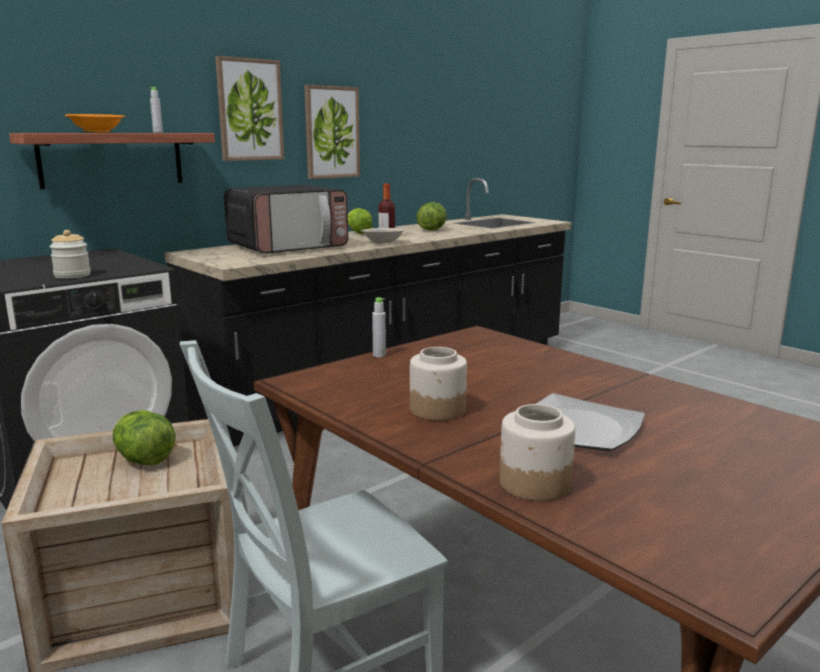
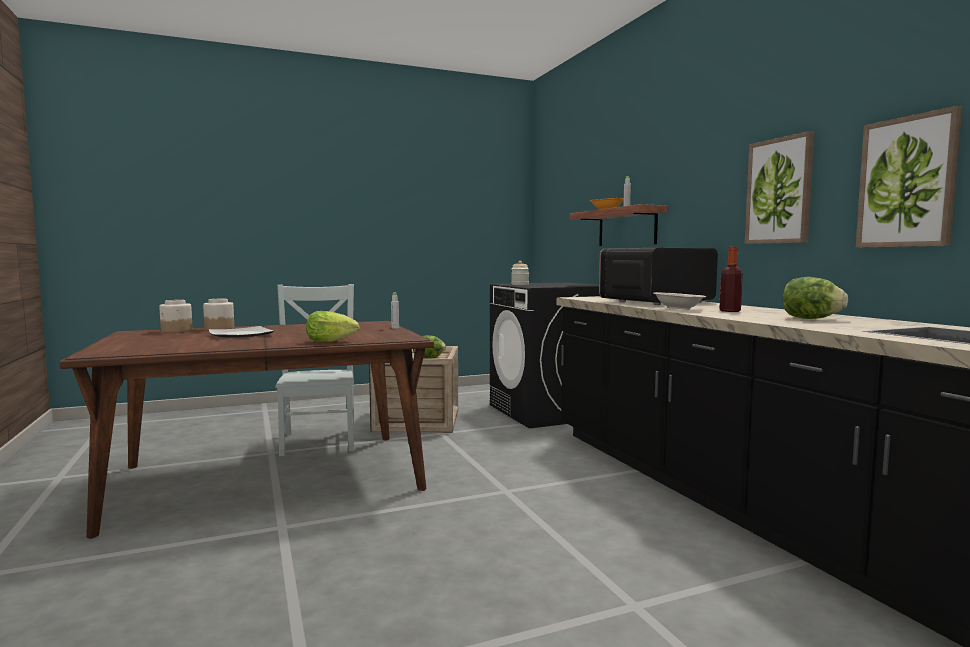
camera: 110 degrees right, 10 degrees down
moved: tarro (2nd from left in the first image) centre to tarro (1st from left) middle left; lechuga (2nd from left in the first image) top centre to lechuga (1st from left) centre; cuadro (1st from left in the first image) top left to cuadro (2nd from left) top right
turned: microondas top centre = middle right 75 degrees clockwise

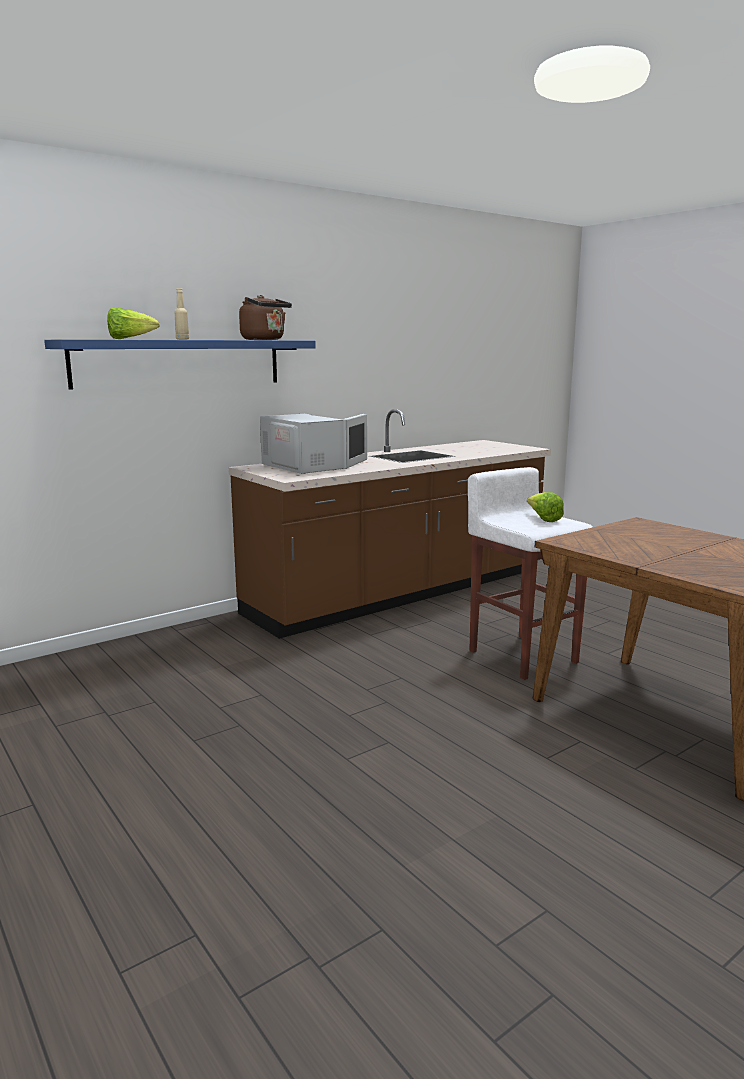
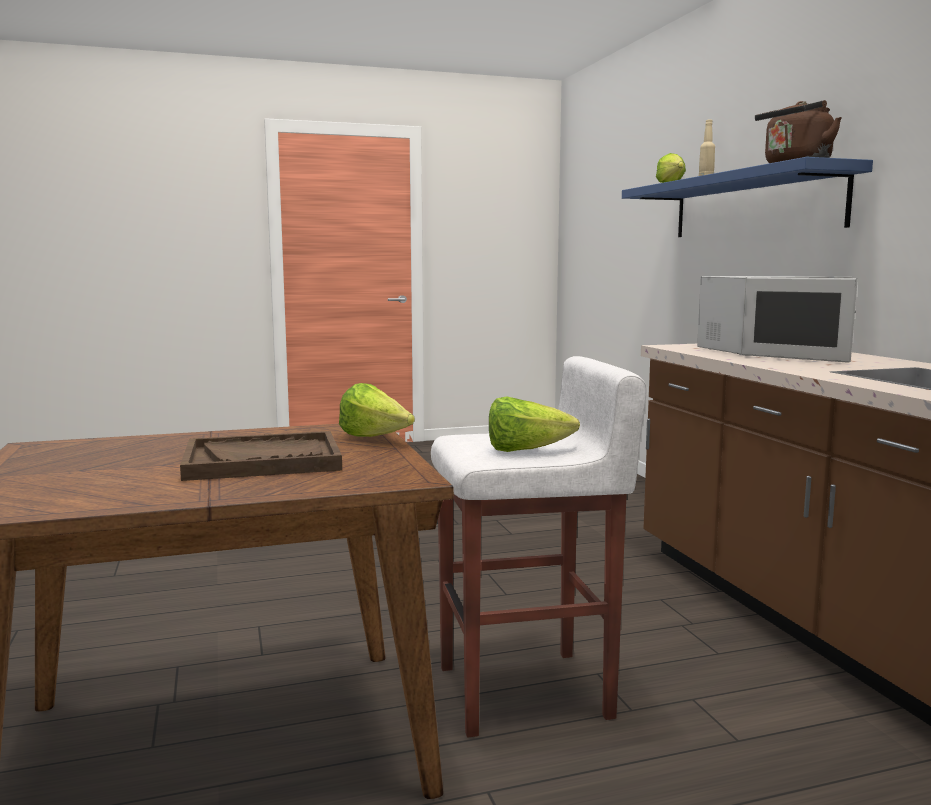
camera: 110 degrees right, 5 degrees down
added: bandeja [marrón] middle left; lechuga (1st from left) centre

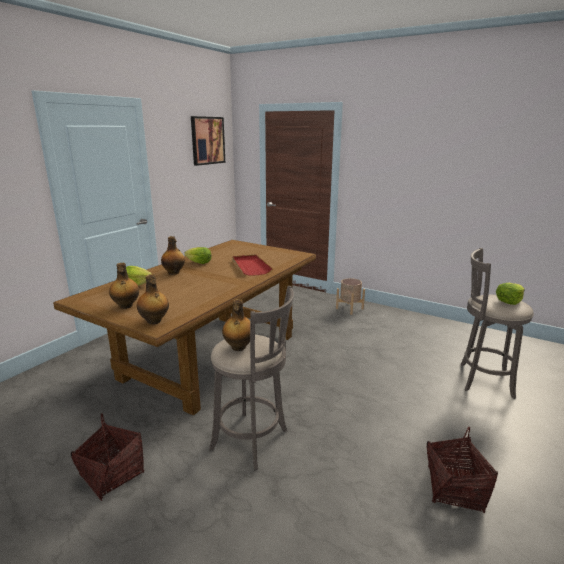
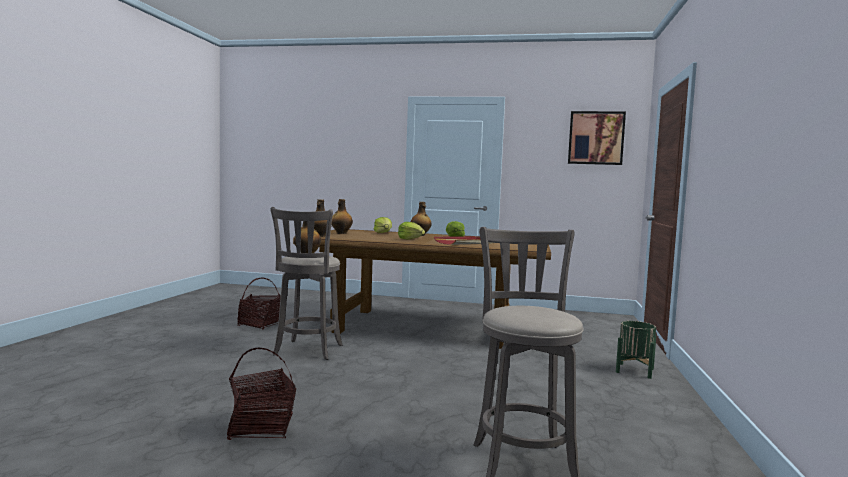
camera: 70 degrees right, 15 degrees down
moved: lechuga (3rd from left in the first image) middle right to lechuga (2nd from left) centre
recoloured: maceta [beis] centre to maceta [verde] bottom right

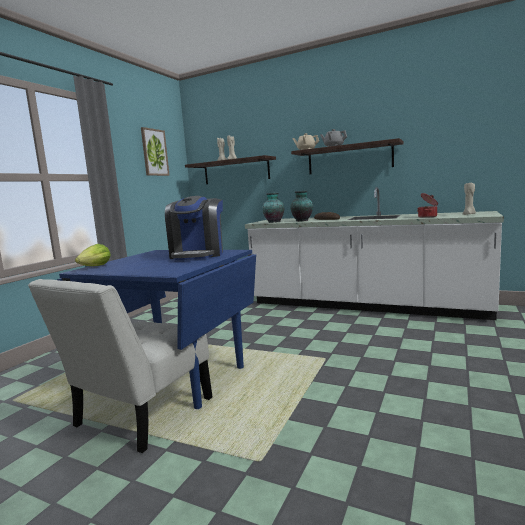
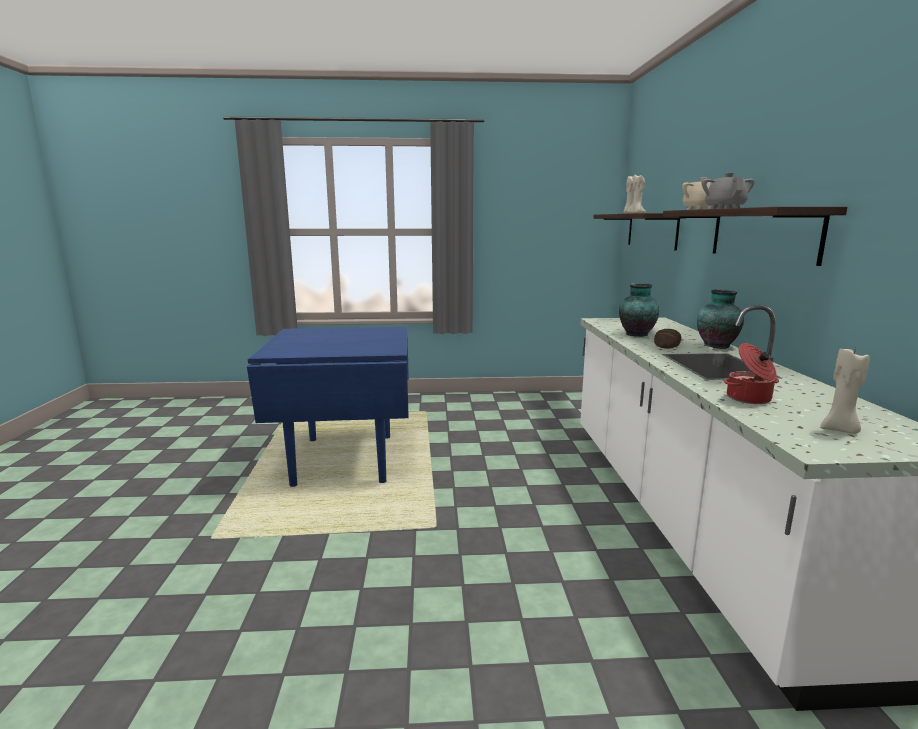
camera: 60 degrees right, 5 degrees up
removed: silla [blanco] bottom left; lechuga middle left; cuadro top left; cafetera centre
moved: florero (1st from left in the first image) centre to florero (2nd from left) middle right

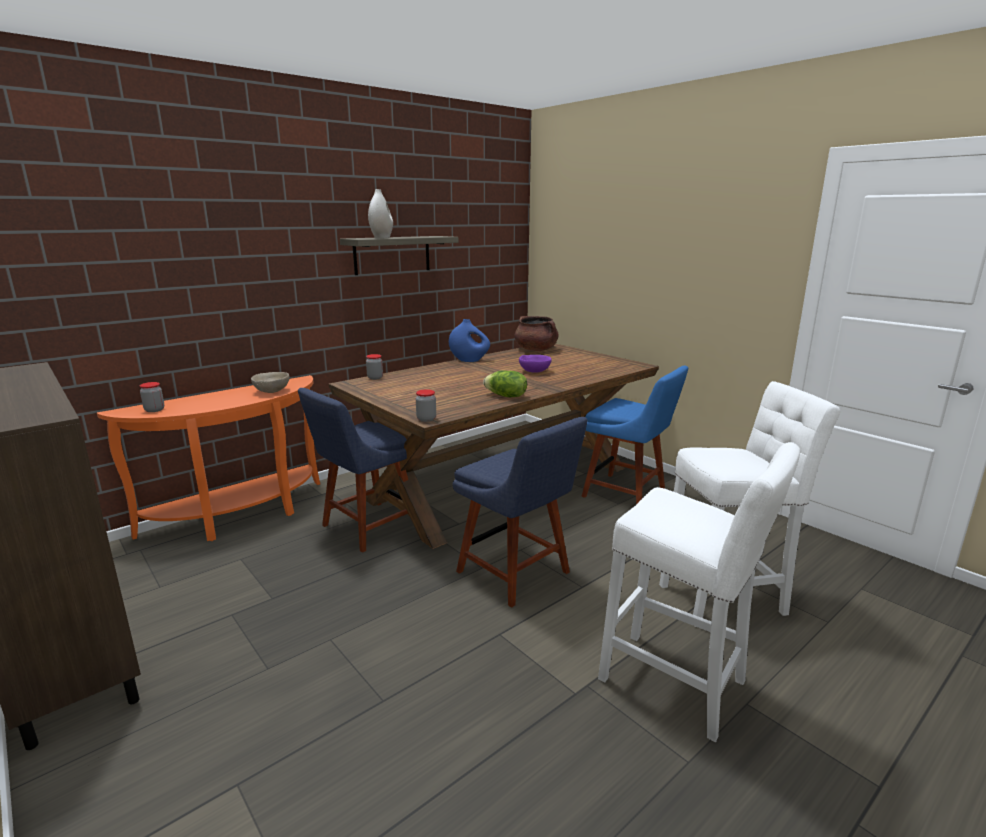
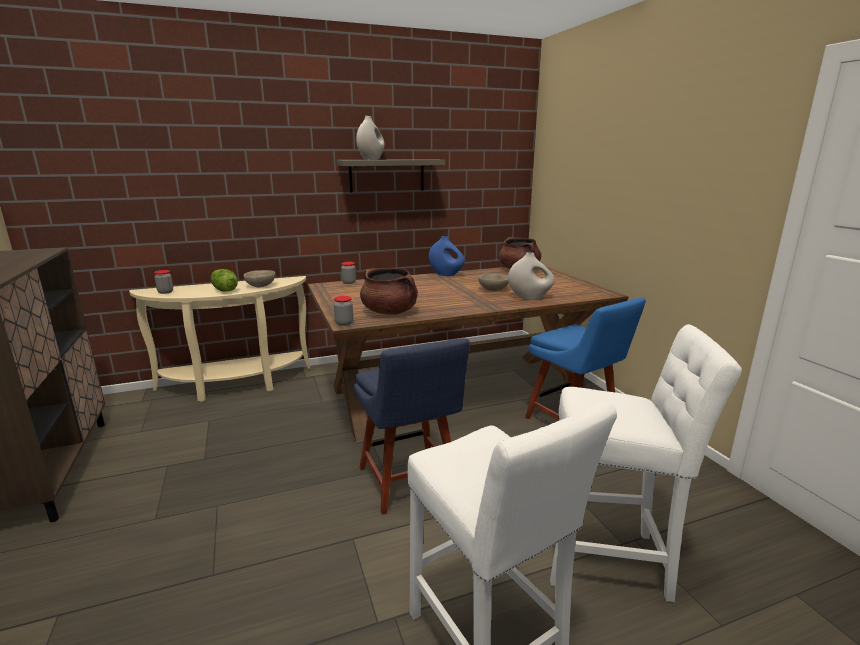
camera: 20 degrees right, 0 degrees up
removed: silla [azul] (1st from left) centre
added: olla [marrón] (1st from left) centre; florero [blanco] (2nd from left) centre
moved: lechuga centre to middle left
recoloured: mesa consola [naranja] middle left to mesa consola [beis] middle left; cuenco [morado] centre to cuenco [beis] (2nd from left) centre

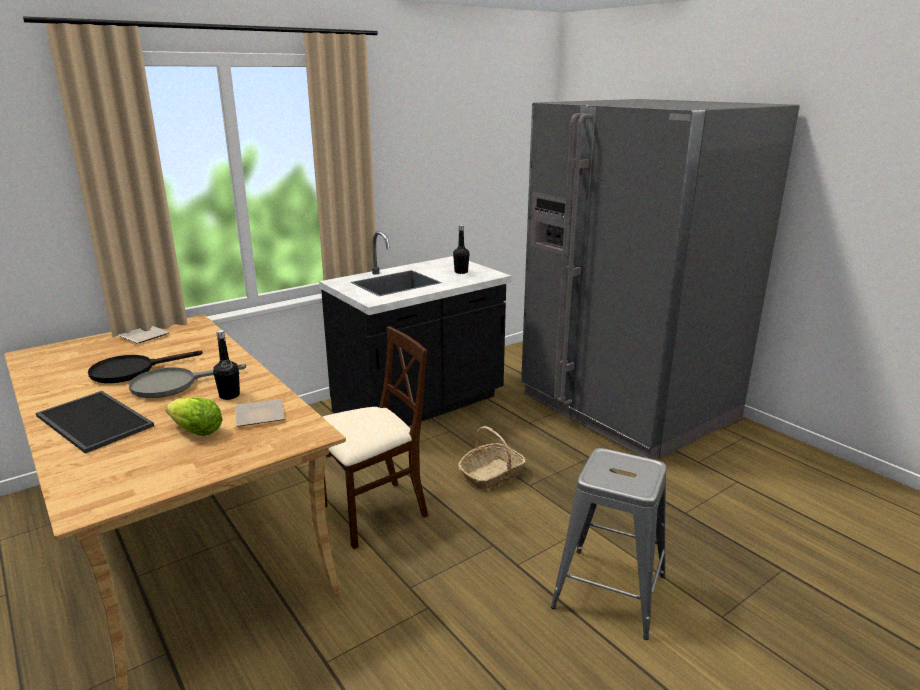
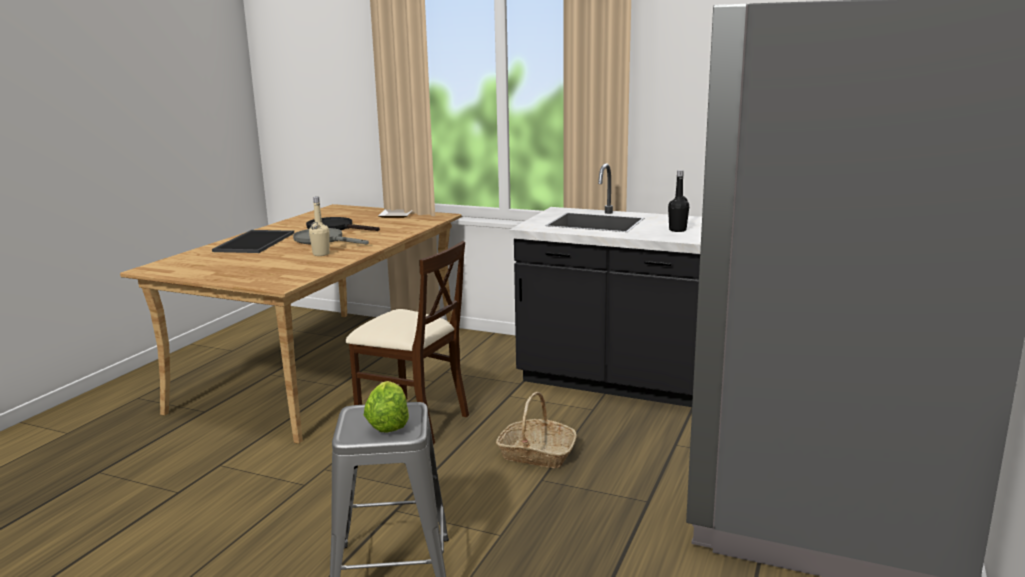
camera: 60 degrees right, 5 degrees down
removed: plato (2nd from left) middle left
moved: lechuga middle left to bottom centre
recoloured: botella [negro] (1st from left) middle left to botella [beis] middle left

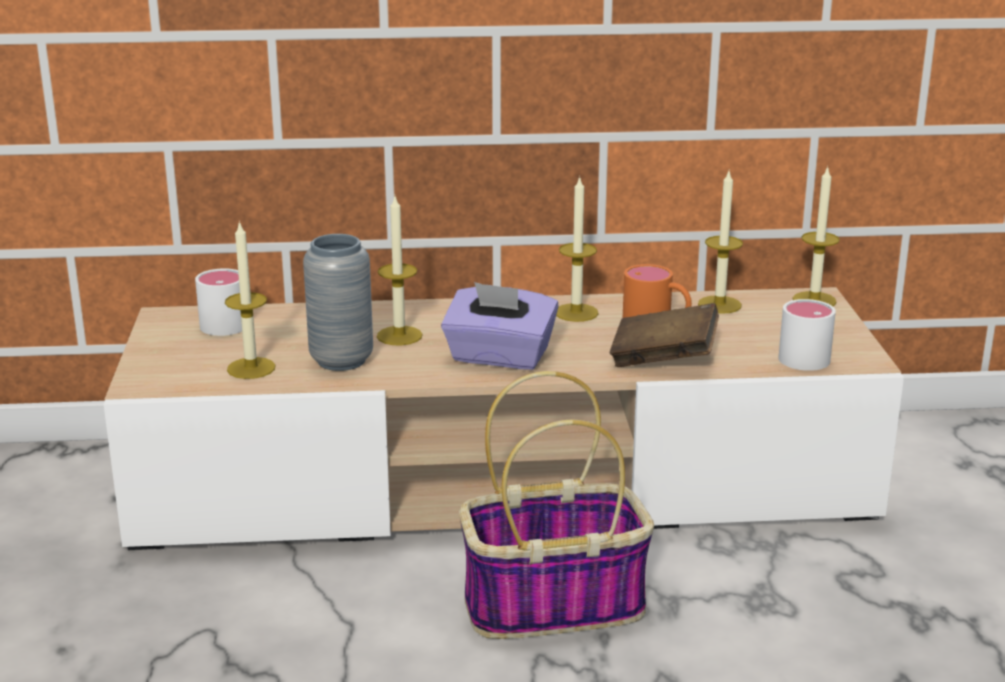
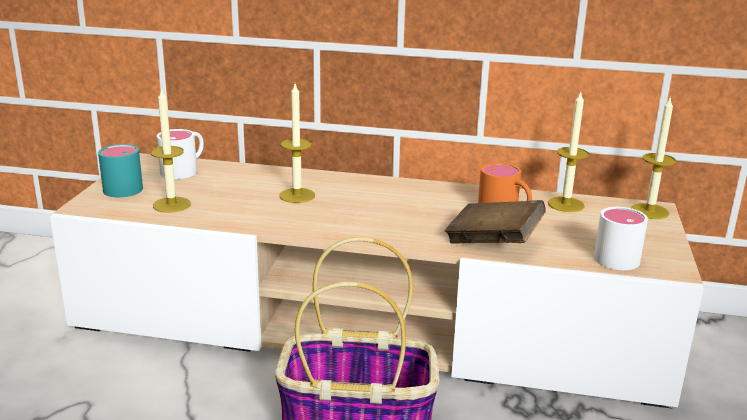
camera: 15 degrees right, 0 degrees up
removed: florero [gris] centre; caja de pañuelos [morado] centre; vela (3rd from left) centre
added: taza grande [turquesa] middle left

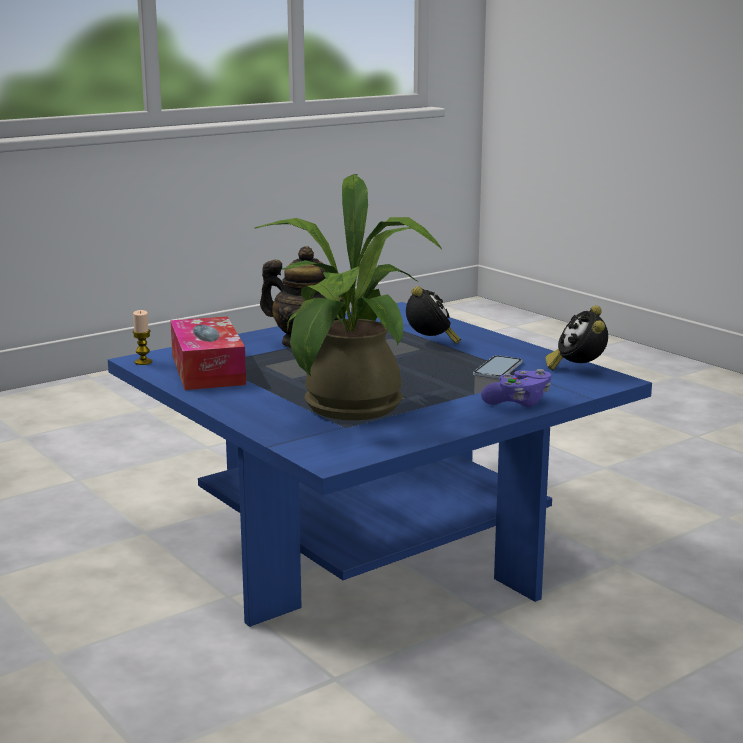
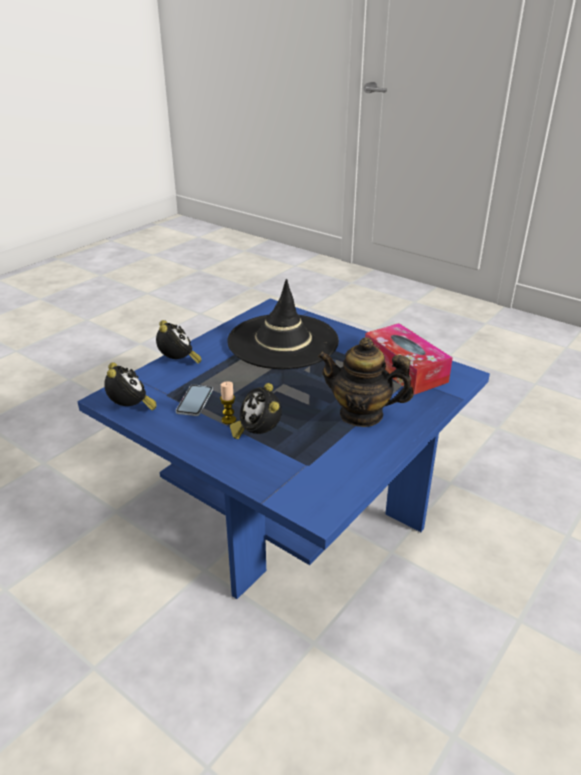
camera: 165 degrees right, 15 degrees up
moved: vela middle left to centre
replaced: mando de consola [morado] middle right to despertador (2nd from left) middle left; planta en maceta centre to sombrero [negro] centre

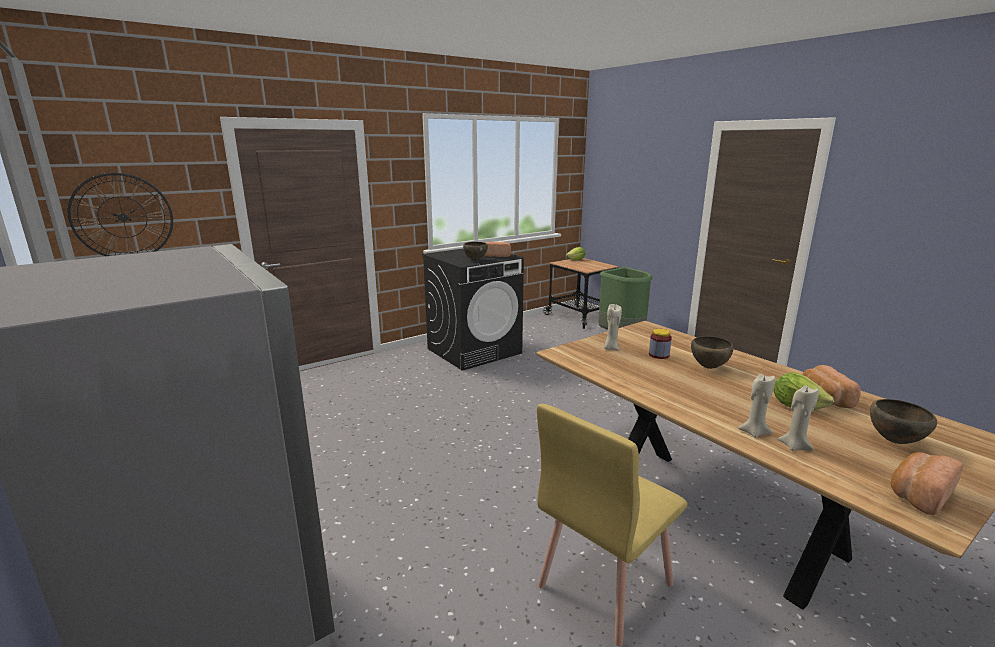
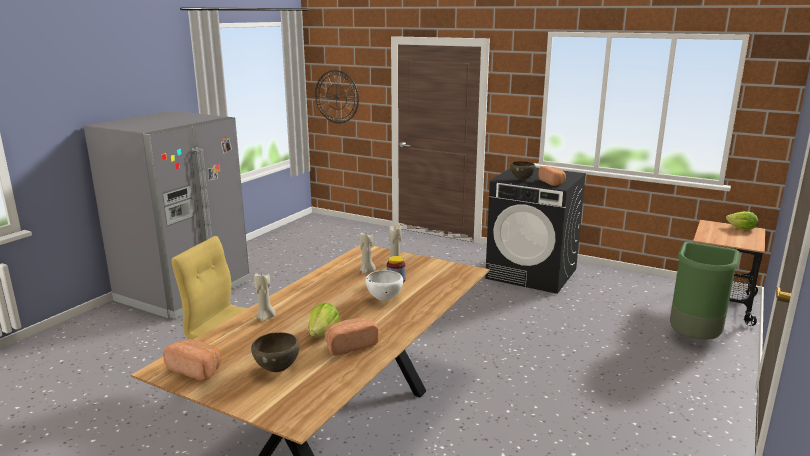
camera: 65 degrees right, 0 degrees up
moved: vela [beis] (3rd from left in the first image) middle right to vela [beis] (2nd from left) centre
recoloured: cuenco [marrón] (2nd from left) middle right to cuenco [blanco] centre

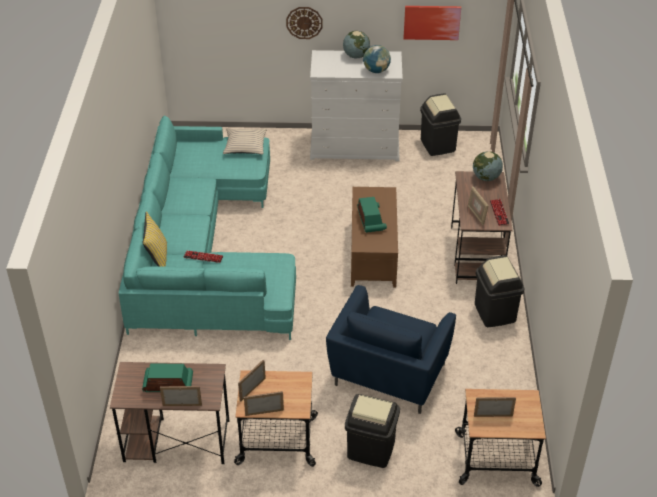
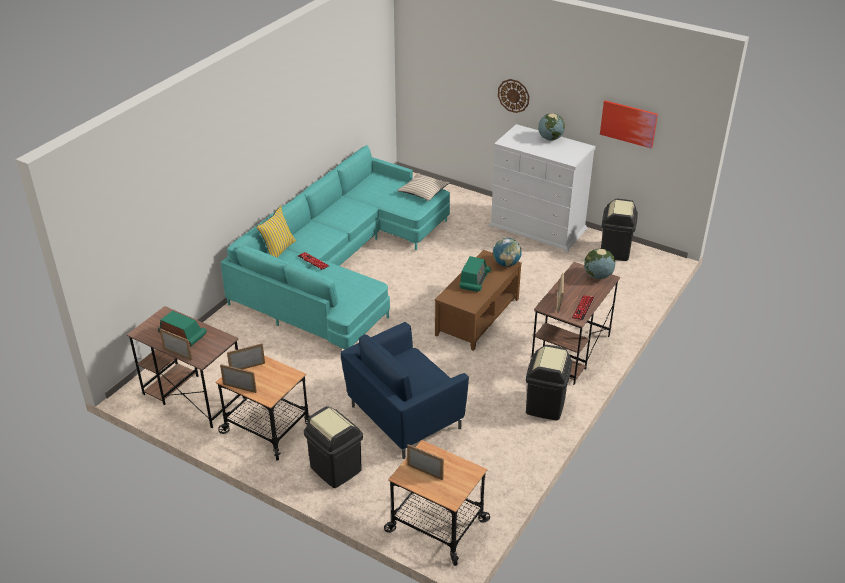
camera: 30 degrees right, 5 degrees down
moved: globo terráqueo (2nd from left in the first image) top centre to globo terráqueo (1st from left) centre

